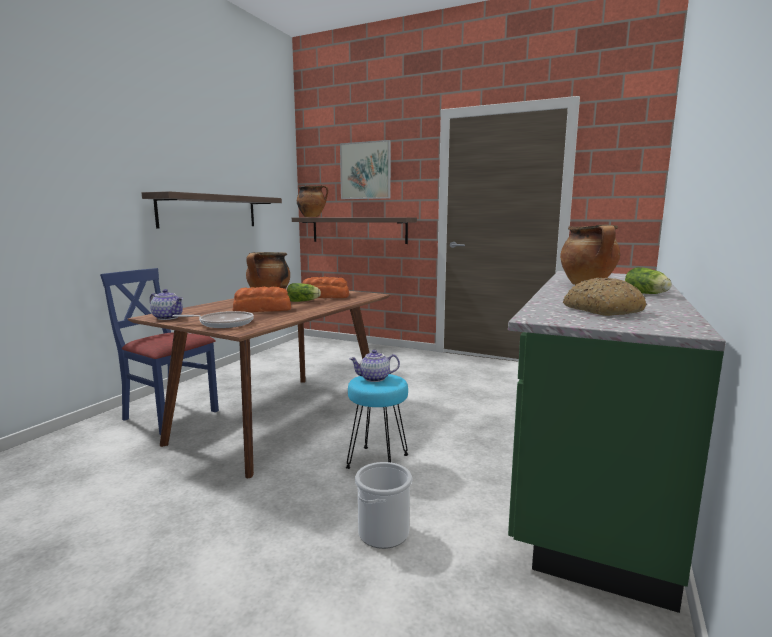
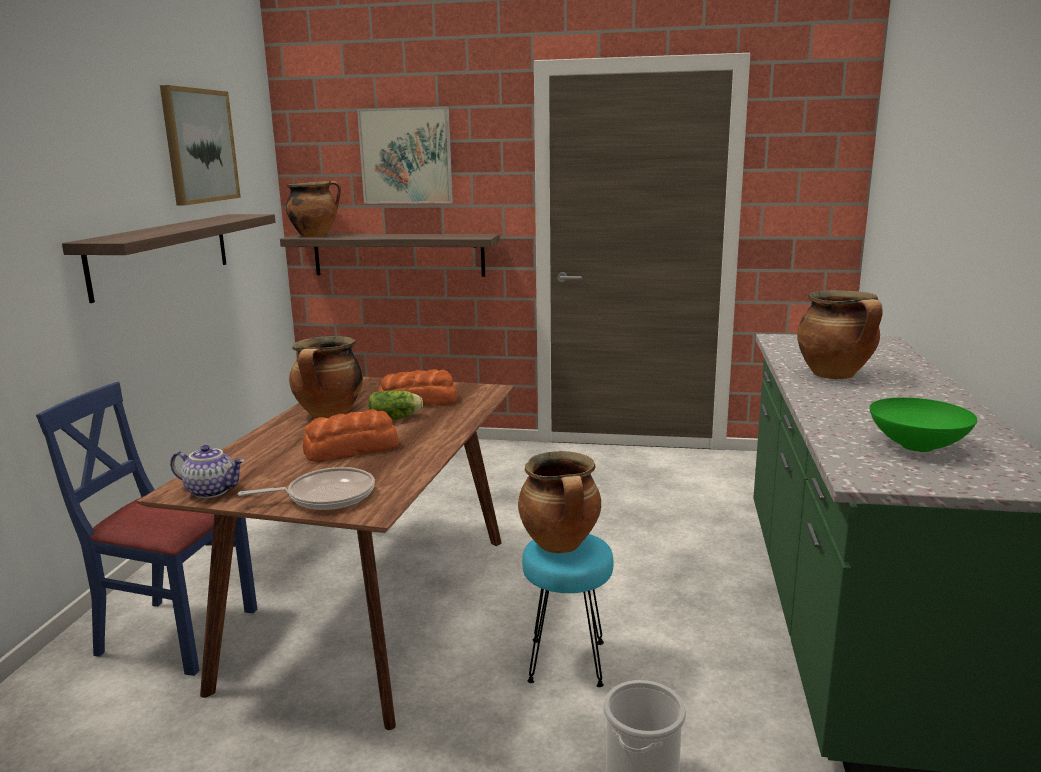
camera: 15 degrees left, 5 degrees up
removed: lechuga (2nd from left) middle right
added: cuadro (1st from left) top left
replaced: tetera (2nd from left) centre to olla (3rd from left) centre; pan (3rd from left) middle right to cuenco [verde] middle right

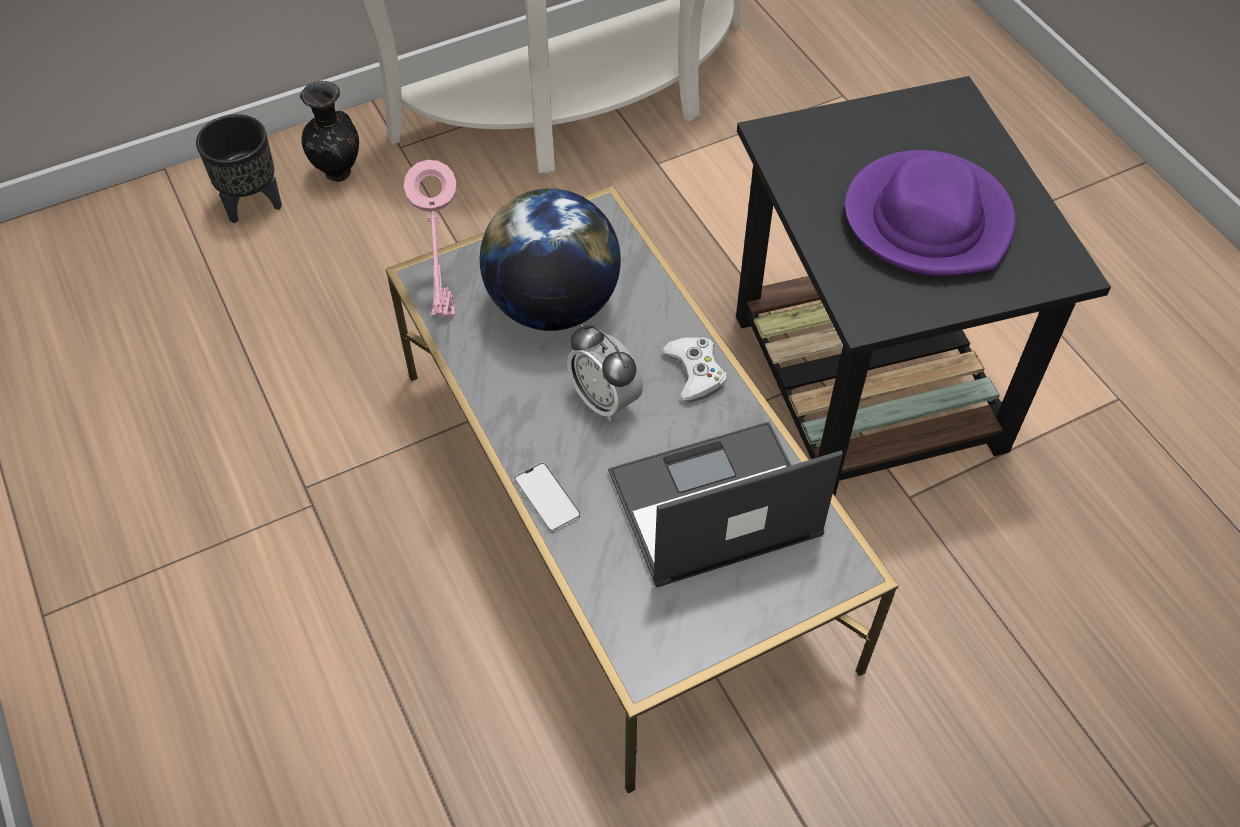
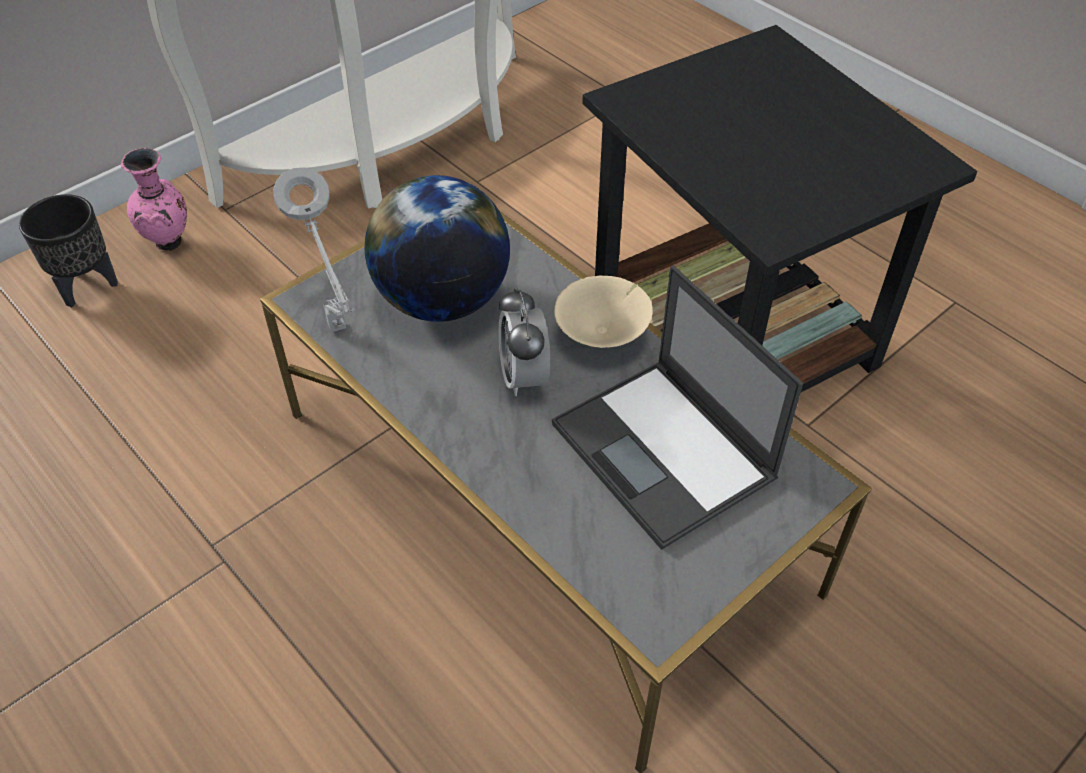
camera: 15 degrees left, 5 degrees down
removed: móvil centre; sombrero [morado] top right
replaced: mando de consola [blanco] centre to cuenco [beis] centre
recoloured: florero [negro] top left to florero [rosa] top left; lámpara de mesa [rosa] top centre to lámpara de mesa [gris] top left
turned: despertador centre = centre 45 degrees clockwise; portátil centre = centre 90 degrees counterclockwise

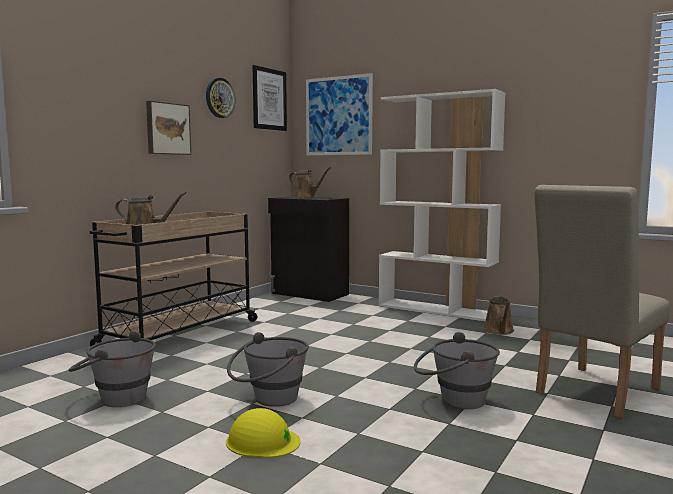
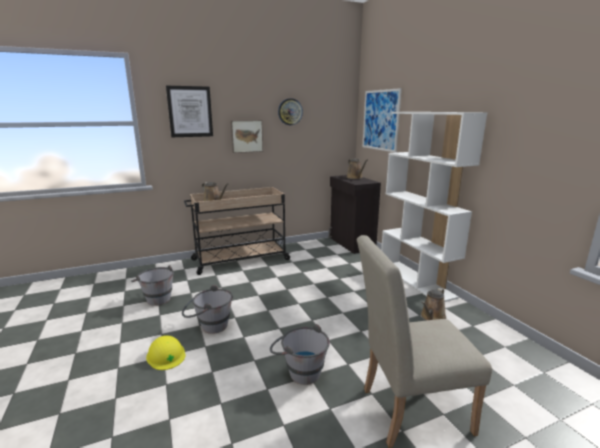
camera: 35 degrees right, 10 degrees up
moved: cuadro (2nd from left in the first image) top centre to cuadro (1st from left) top left

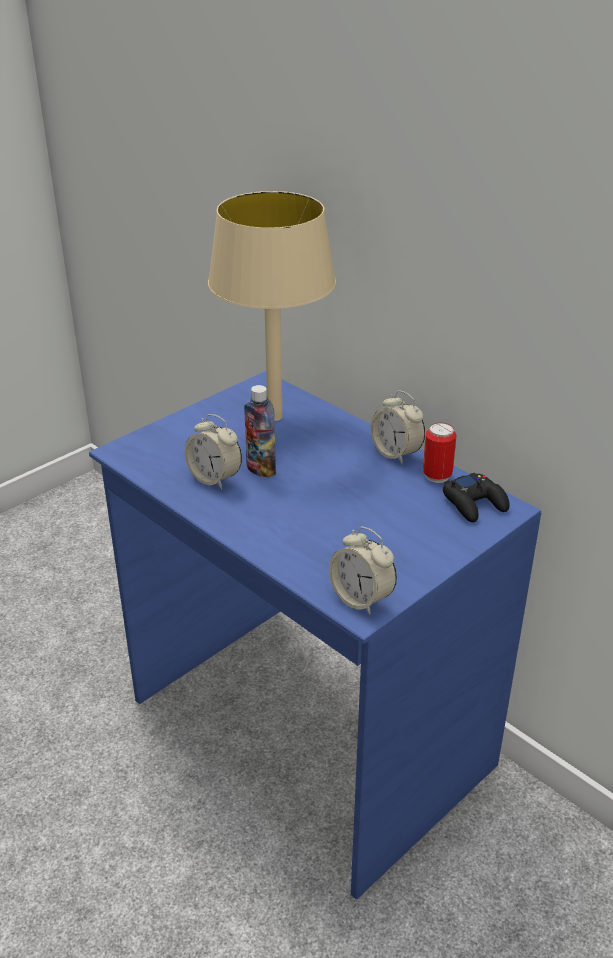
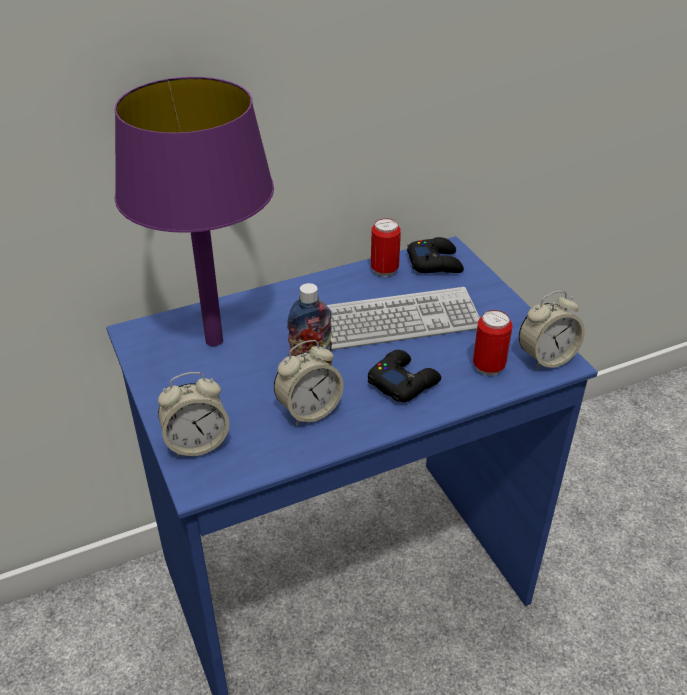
camera: 70 degrees left, 5 degrees up
added: teclado centre; mando de consola [negro] (1st from left) centre; lata (2nd from left) middle right
moved: despertador (3rd from left in the first image) centre to despertador (1st from left) middle left
recoloured: lámpara de mesa [beis] top centre to lámpara de mesa [morado] top left

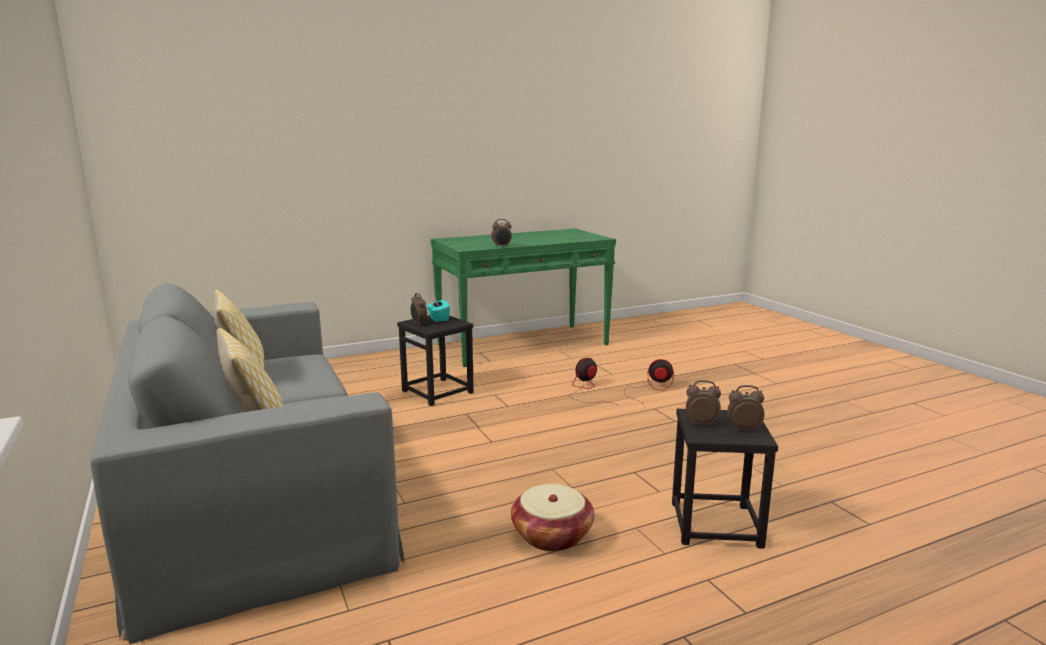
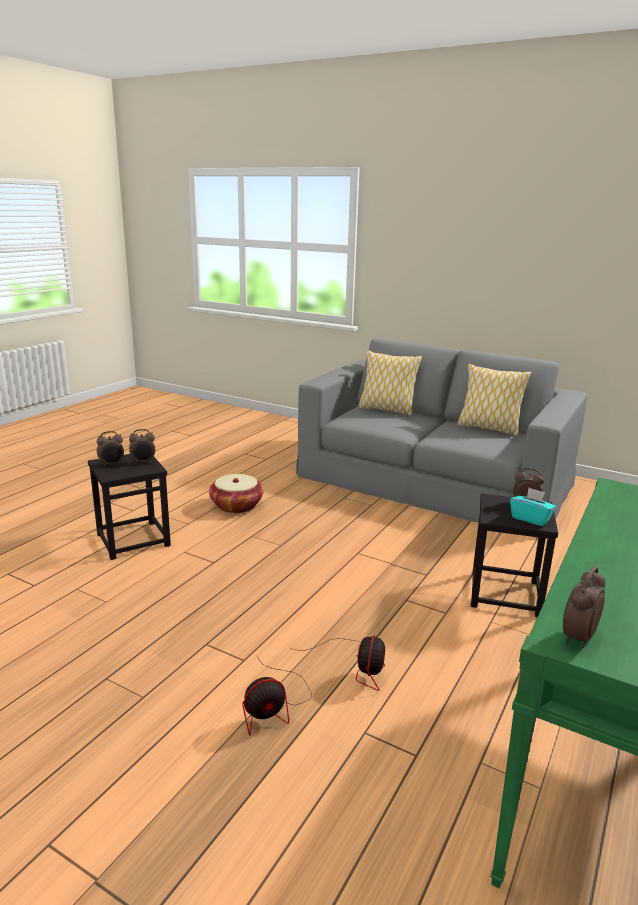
camera: 145 degrees right, 5 degrees up
moved: despertador (2nd from left in the first image) centre to despertador (4th from left) bottom right

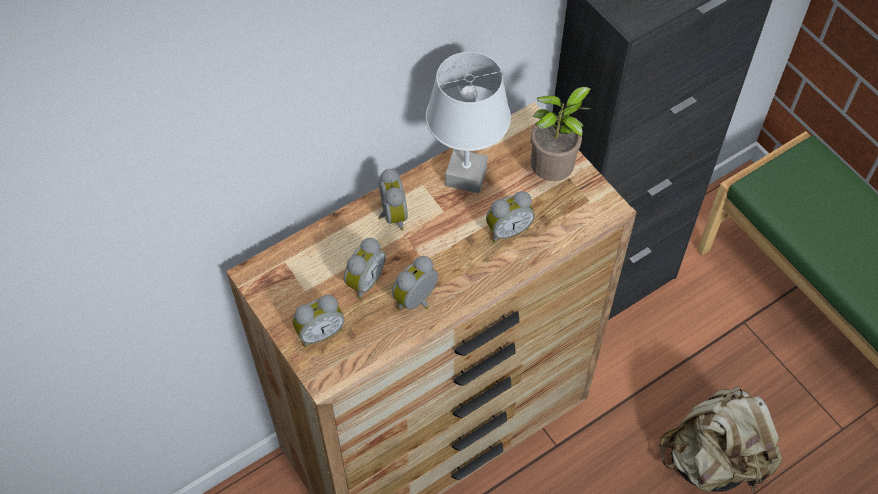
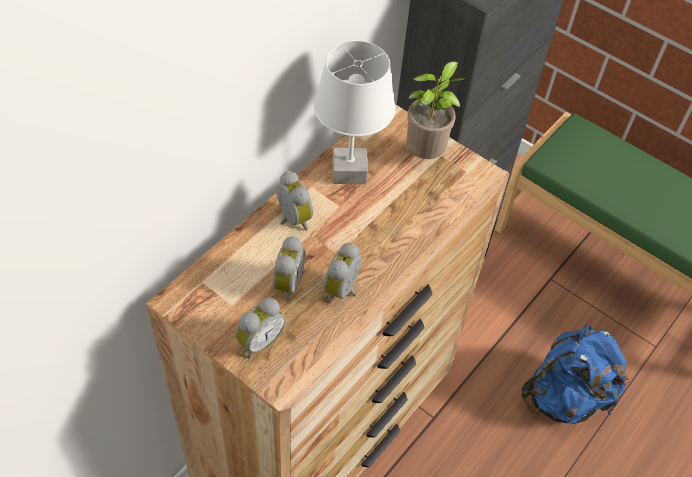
camera: 20 degrees left, 5 degrees down
removed: despertador (5th from left) centre
recoloured: mochila [beis] bottom right to mochila [azul] bottom right

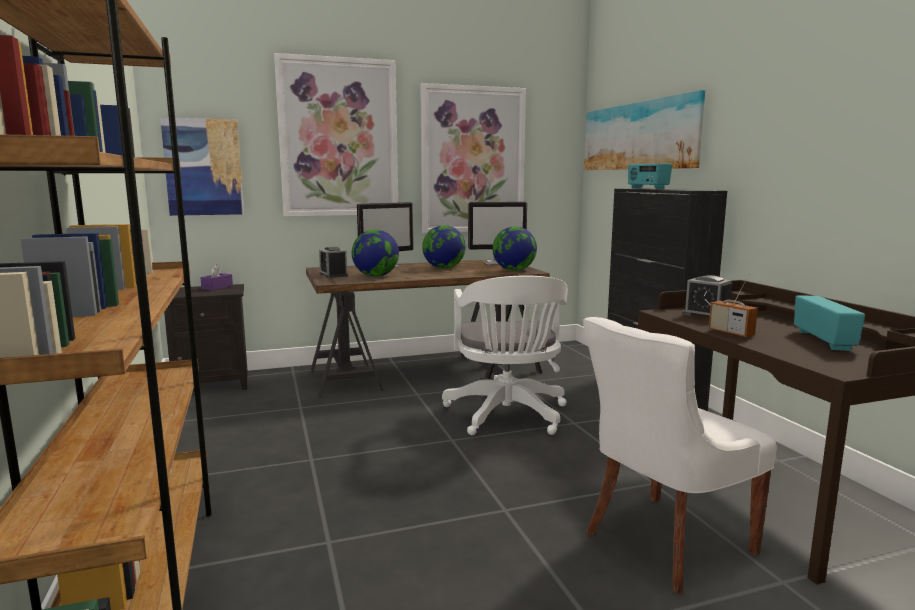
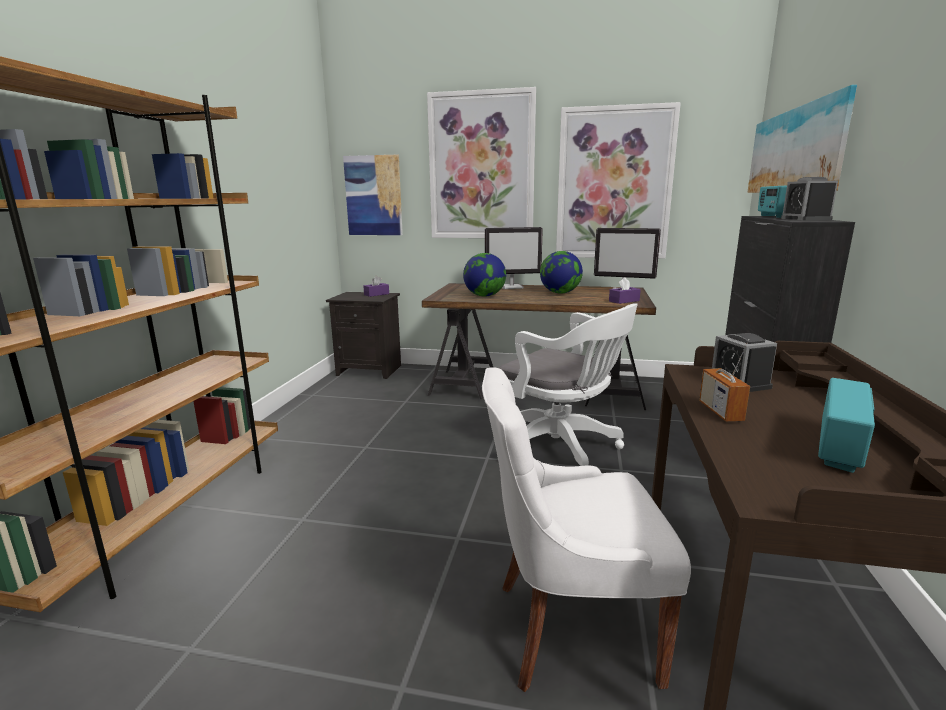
camera: 30 degrees right, 5 degrees up
moved: despertador (1st from left in the first image) centre to despertador (2nd from left) top right
replaced: globo terráqueo (3rd from left) centre to caja de pañuelos [morado] (2nd from left) centre
turned: silla de oficina [blanco] centre = centre 75 degrees counterclockwise

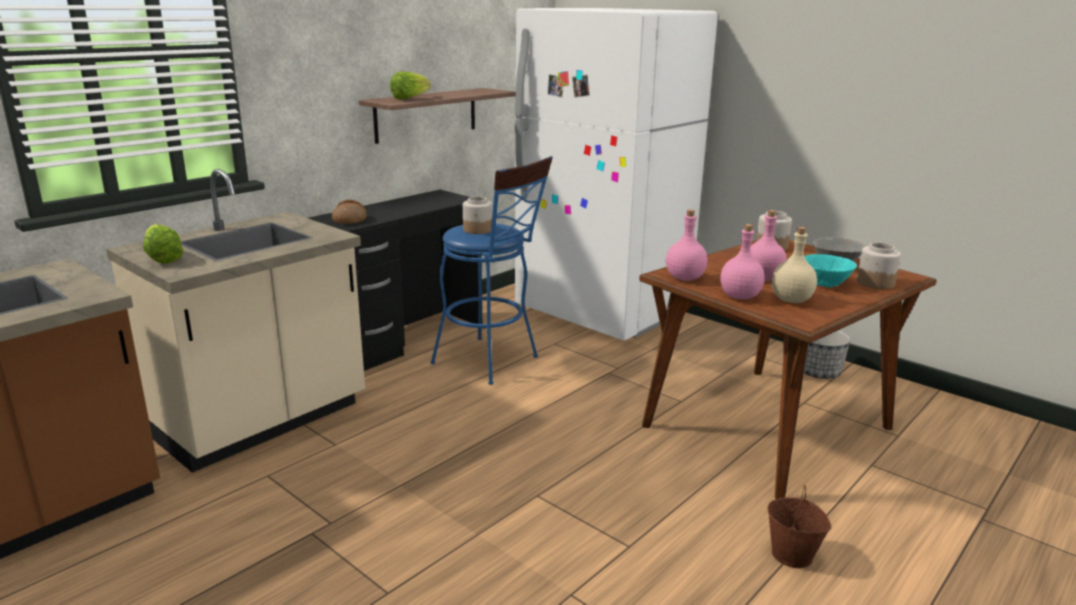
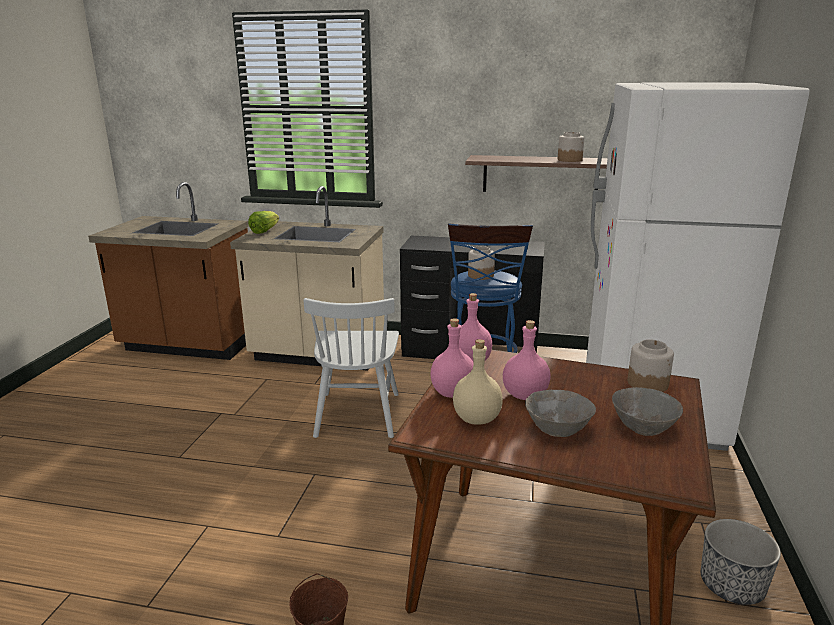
camera: 60 degrees right, 0 degrees up
removed: pan middle left; lechuga (2nd from left) top centre
added: silla [blanco] centre
moved: tarro (3rd from left in the first image) middle right to tarro (2nd from left) top right
recoloured: cuenco [turquesa] middle right to cuenco [gris] (1st from left) middle right

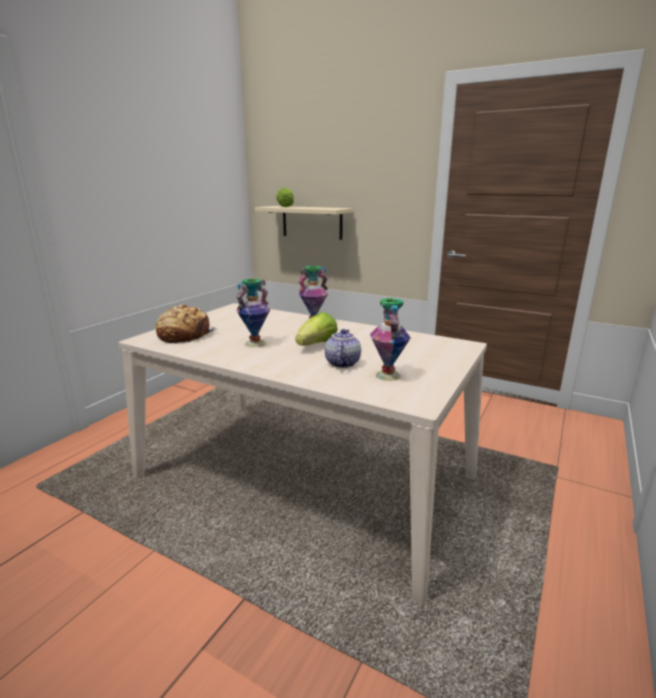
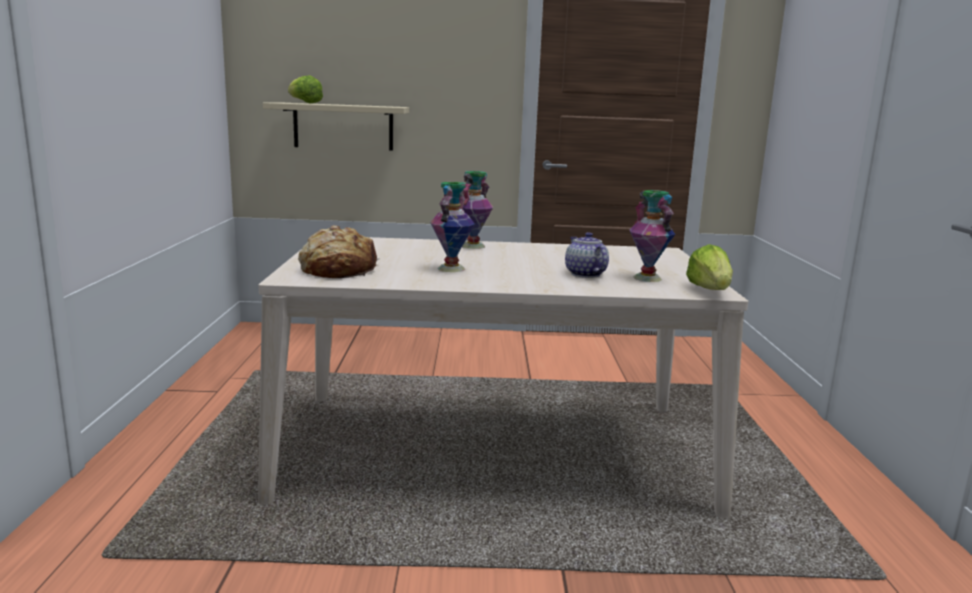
camera: 30 degrees left, 5 degrees down
moved: lechuga (2nd from left) centre to middle right

